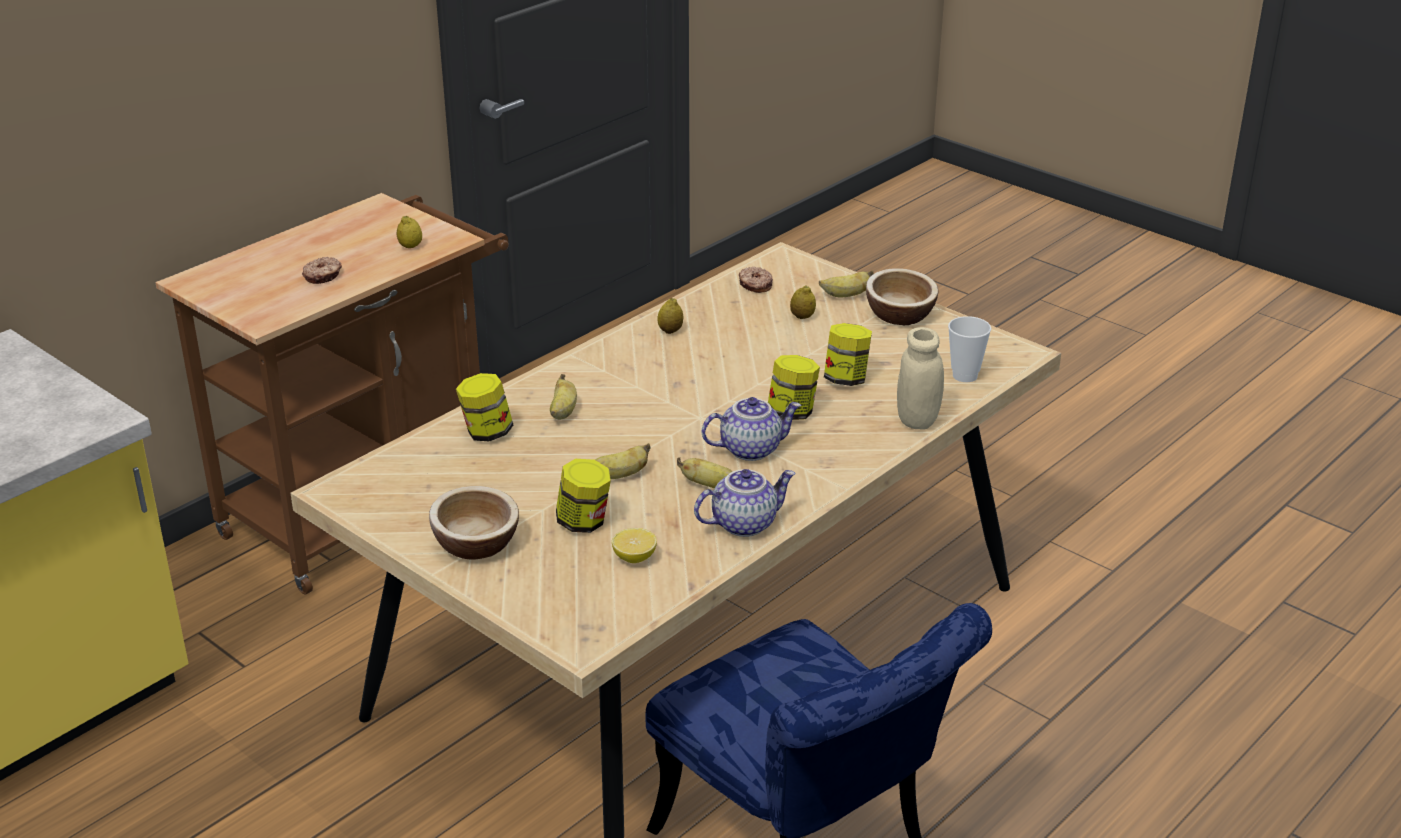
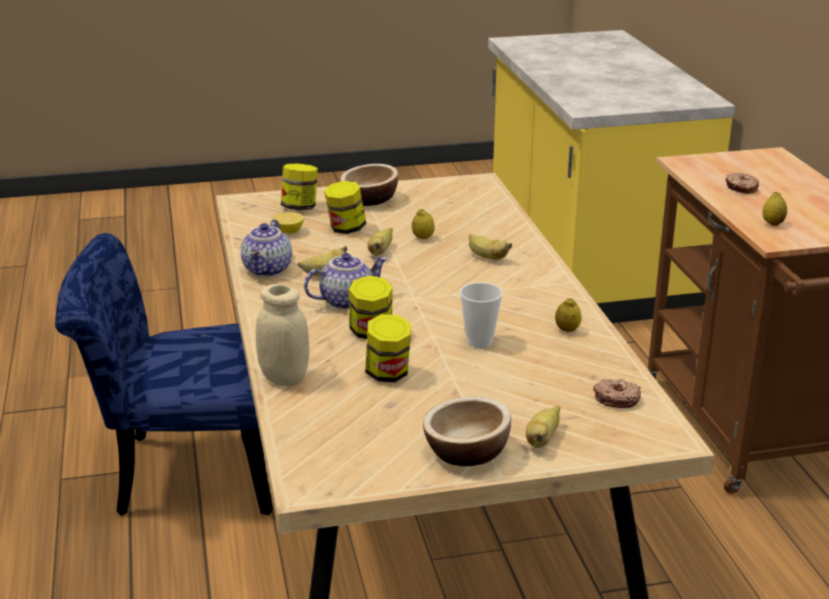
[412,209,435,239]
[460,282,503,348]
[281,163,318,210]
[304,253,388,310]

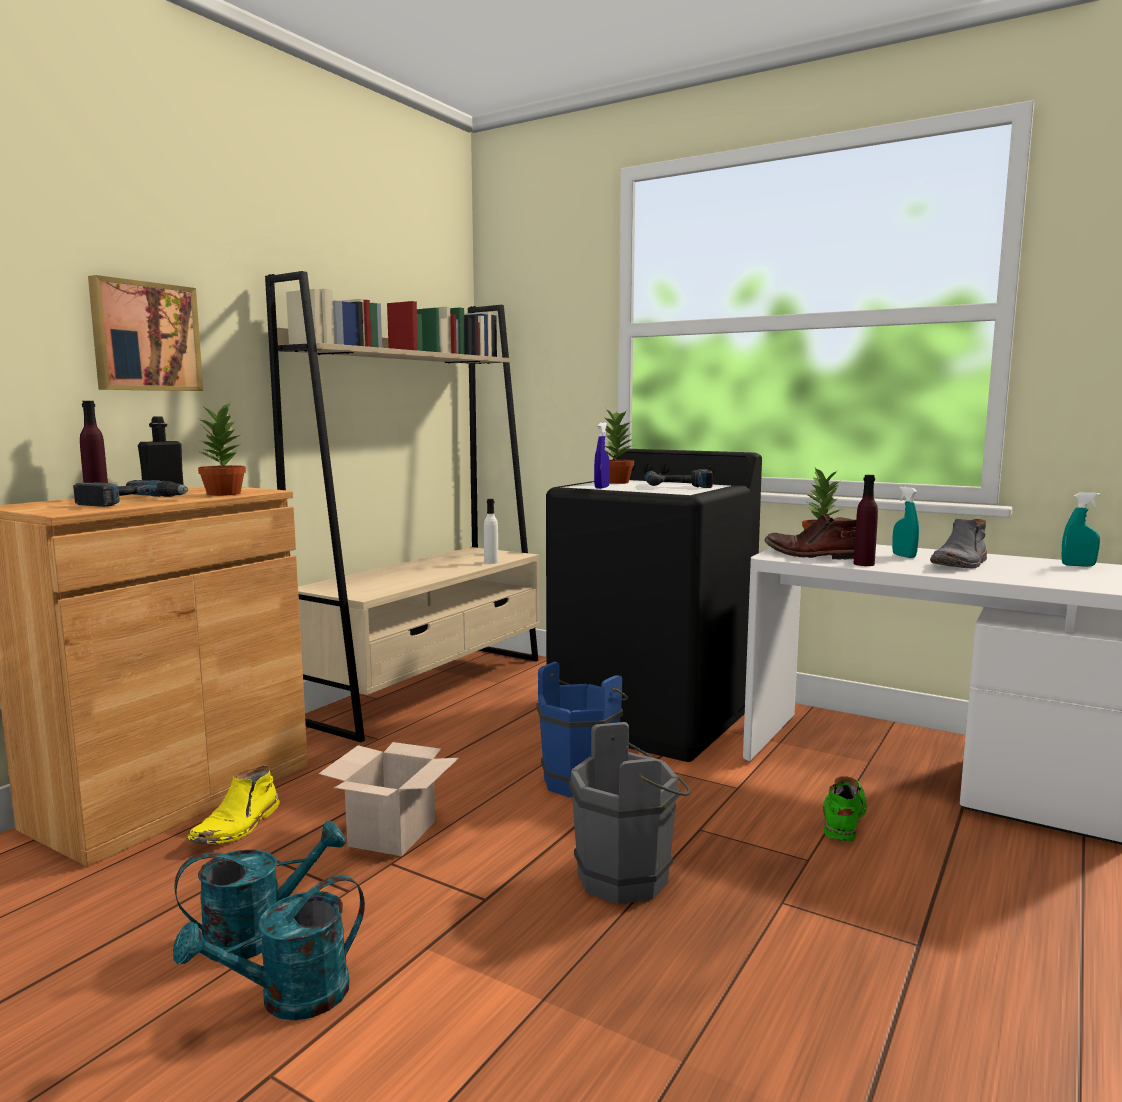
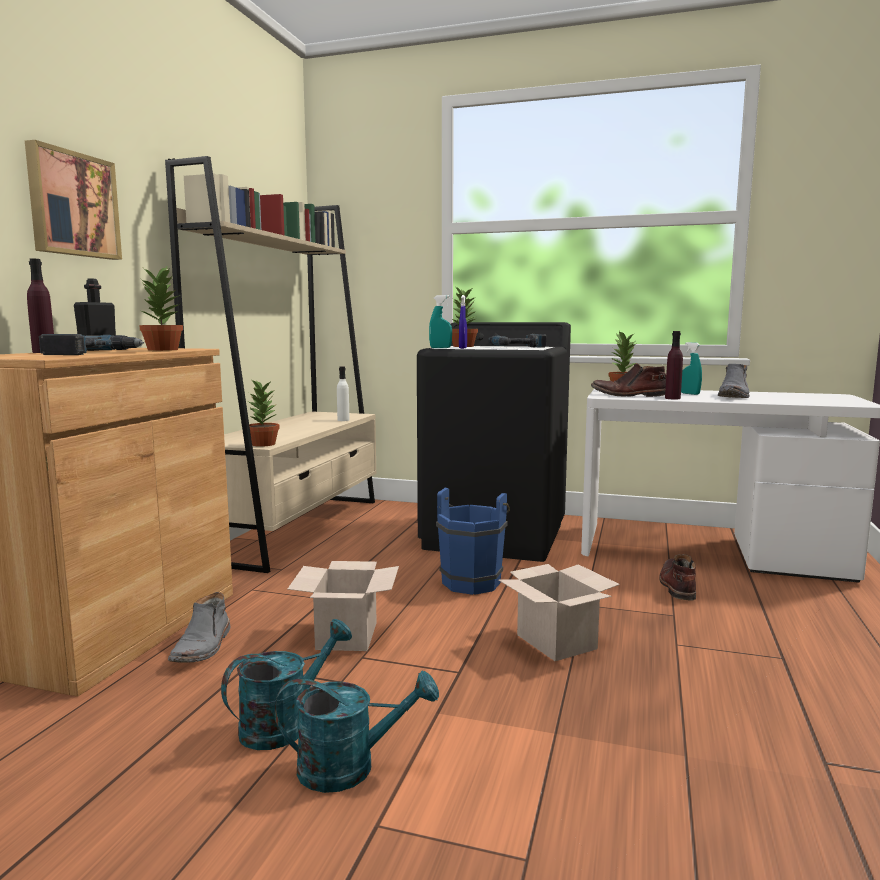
[429,295,452,348]
[499,564,620,661]
[168,592,231,663]
[659,554,696,600]
[274,671,439,793]
[249,378,280,447]

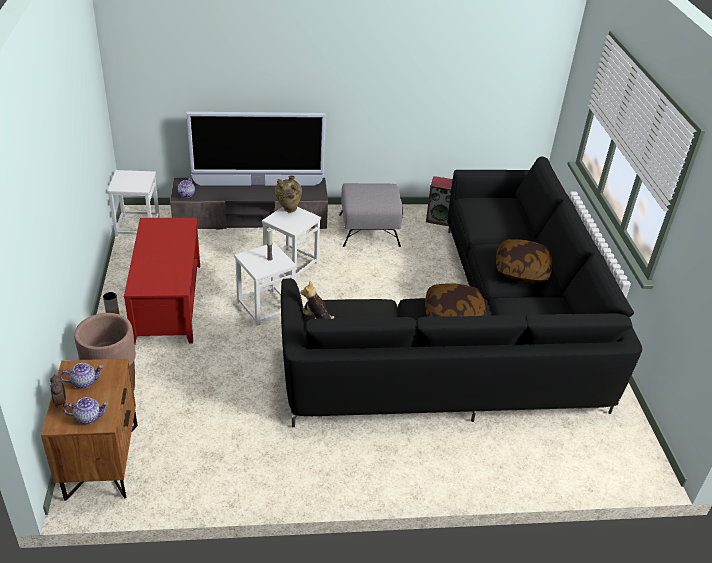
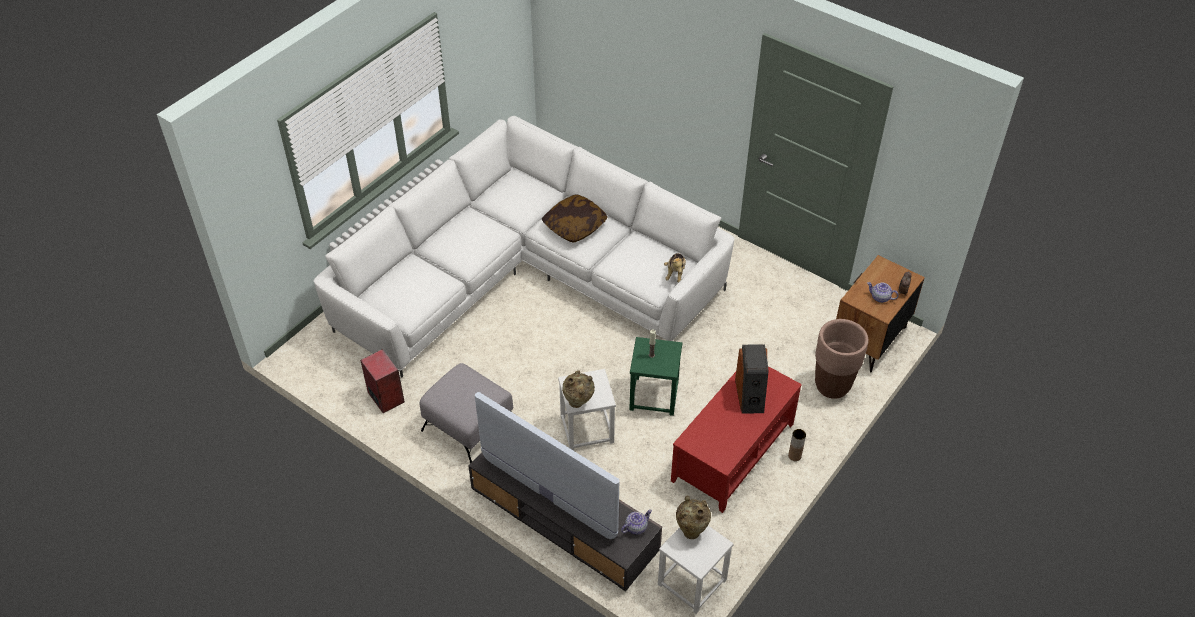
[314,116,734,378]
[496,239,552,283] (first image)
[629,337,682,416]
[63,397,108,424] (first image)
[735,344,768,414]
[676,496,711,539]

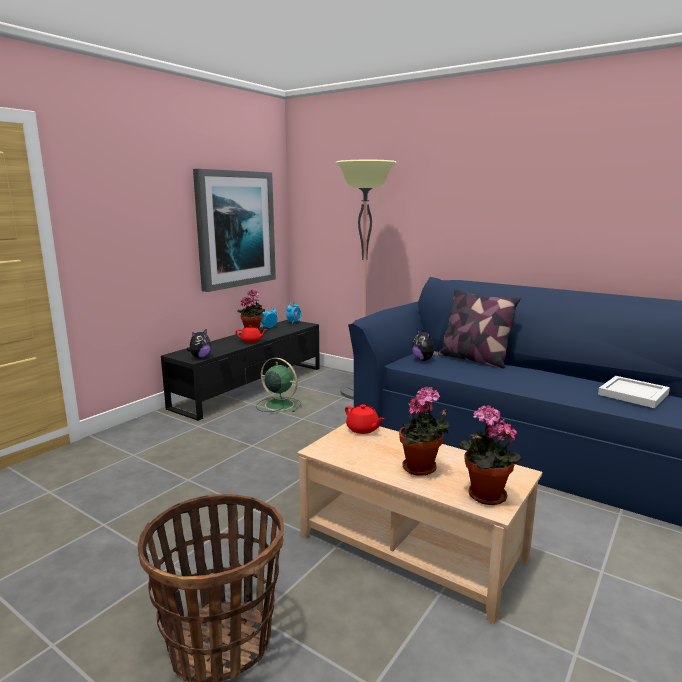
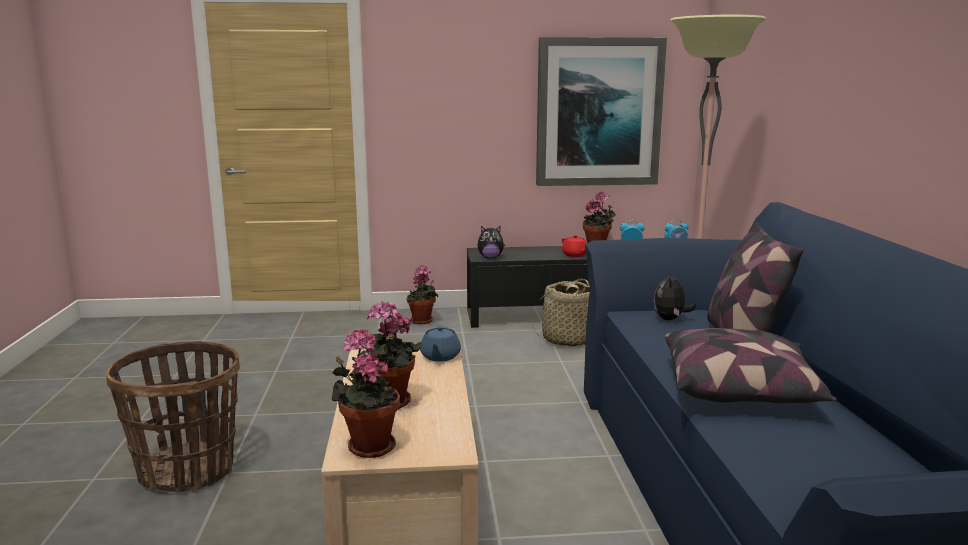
[532,279,590,347]
[598,376,670,408] (first image)
[420,326,461,362]
[407,265,438,324]
[665,328,837,403]

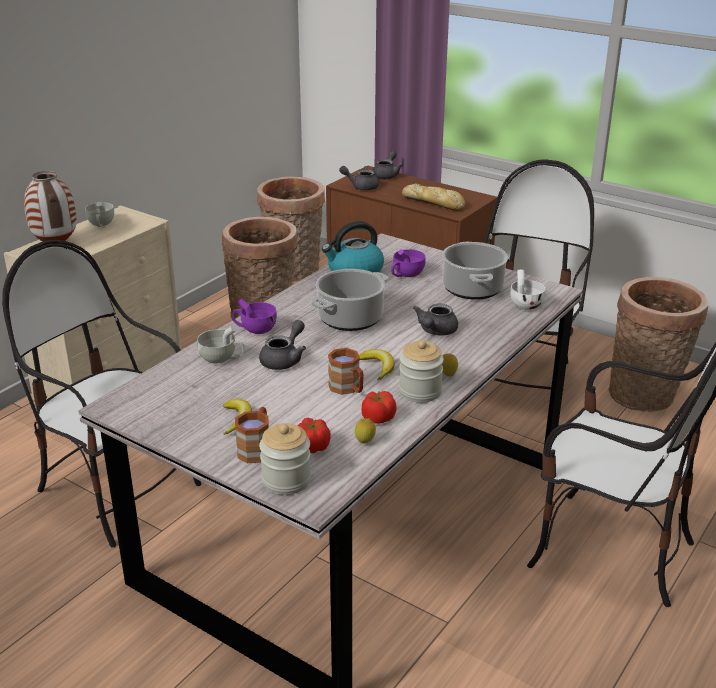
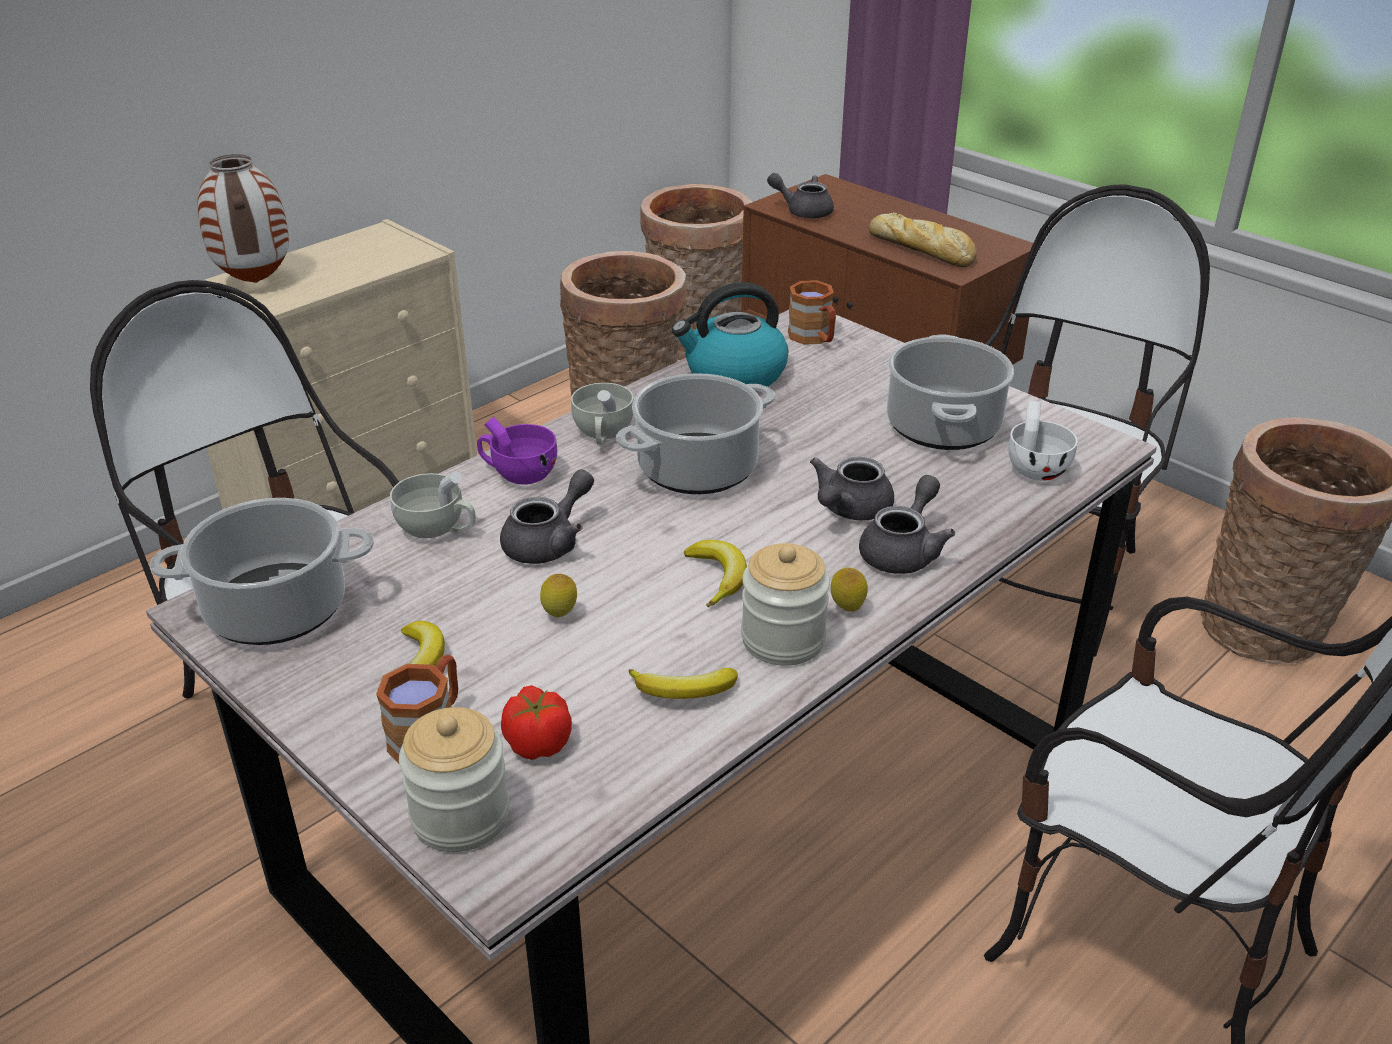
[859,475,955,574]
[571,383,634,444]
[391,249,425,277] (first image)
[788,280,836,345]
[629,668,738,699]
[540,574,577,617]
[150,498,374,645]

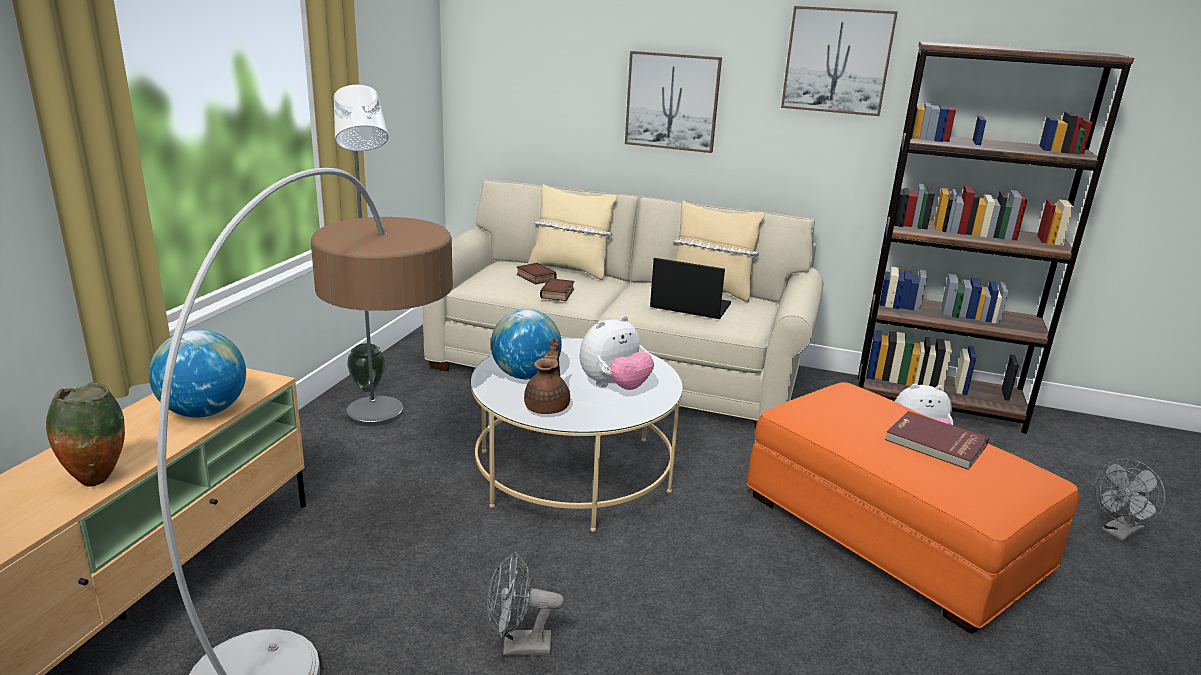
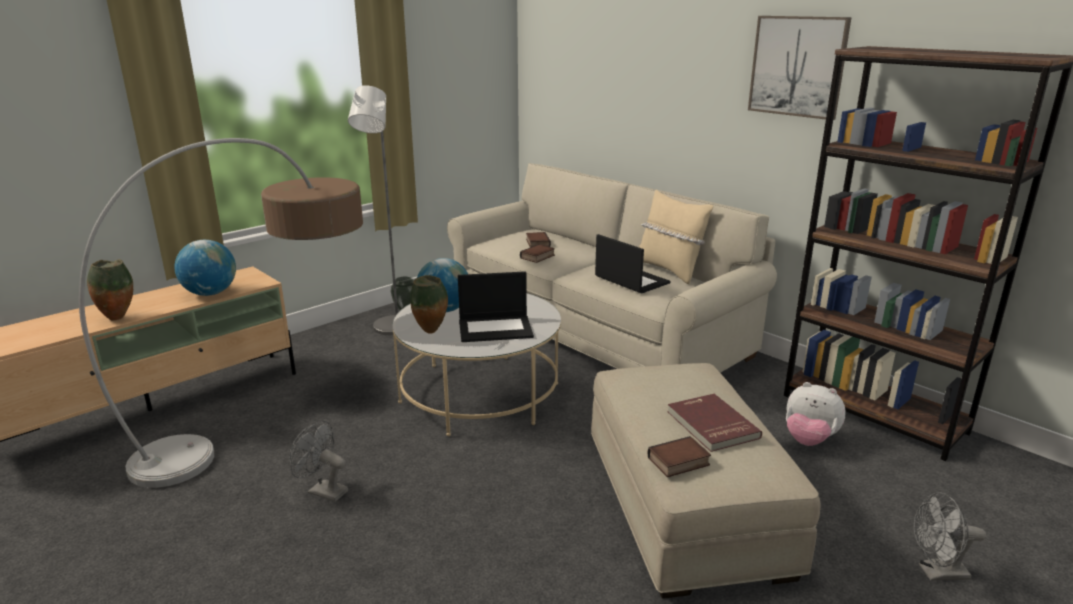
[625,51,722,153] (first image)
[528,184,617,280] (first image)
[458,271,534,342]
[410,275,448,334]
[591,363,821,599]
[647,436,711,477]

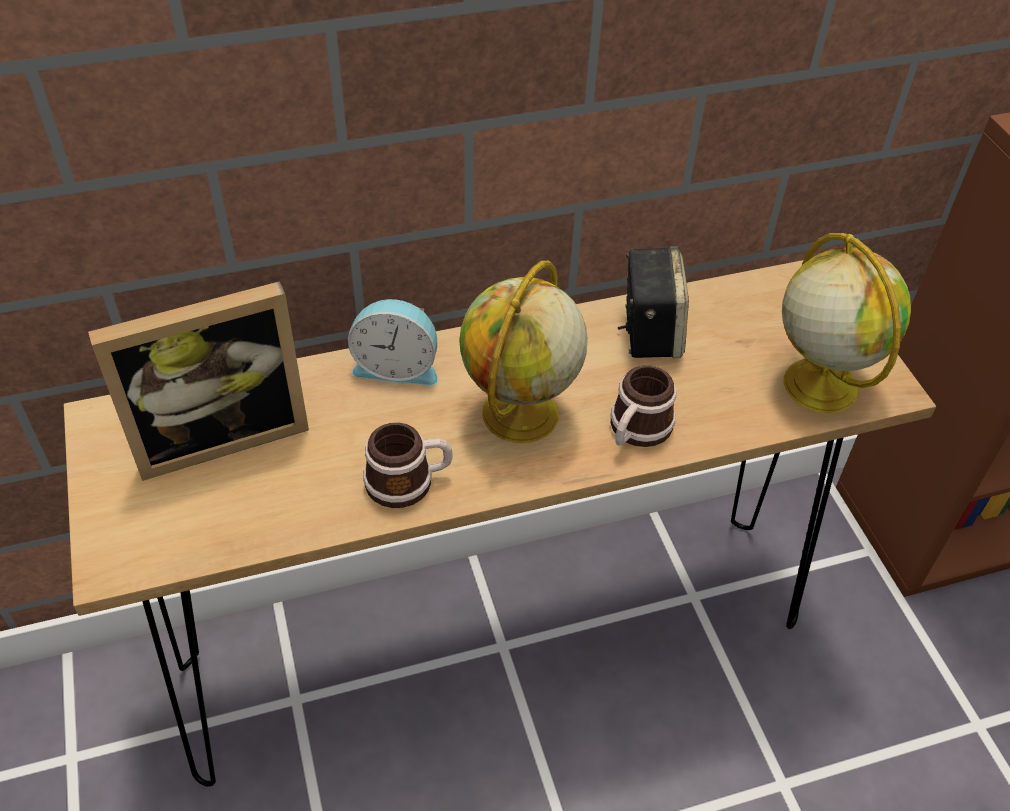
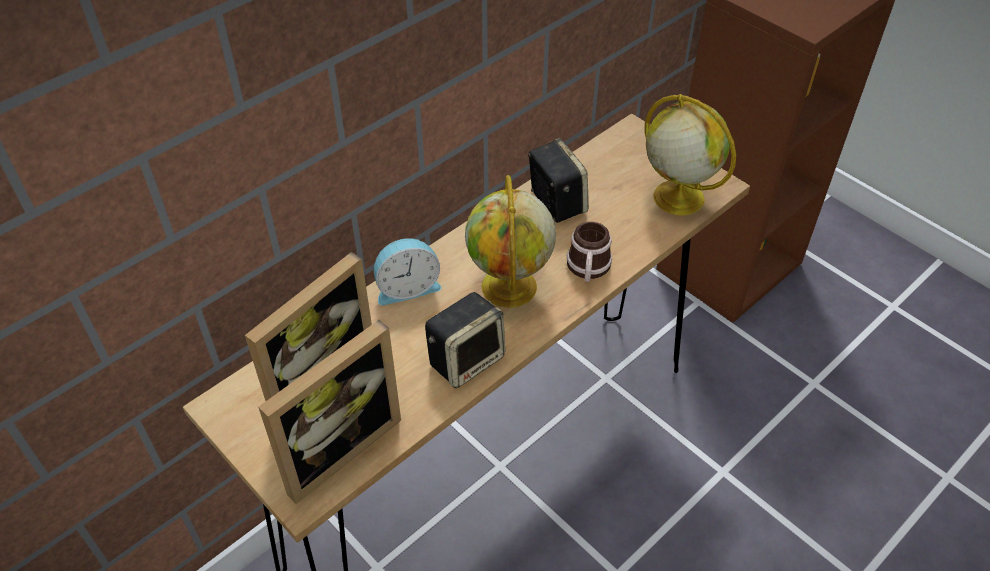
[425,292,505,388]
[258,320,401,504]

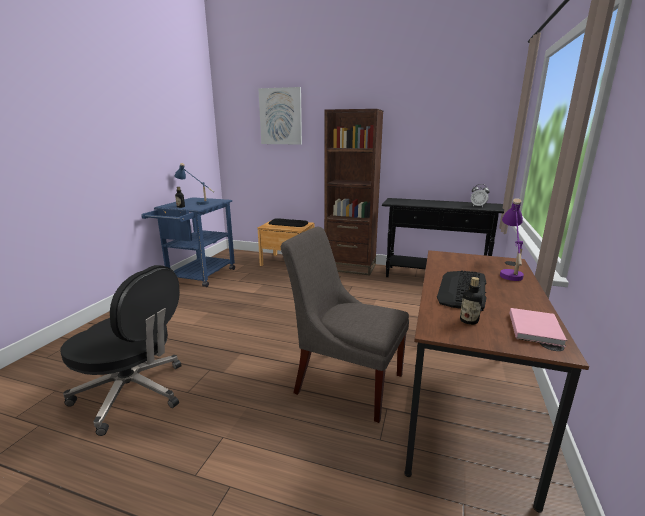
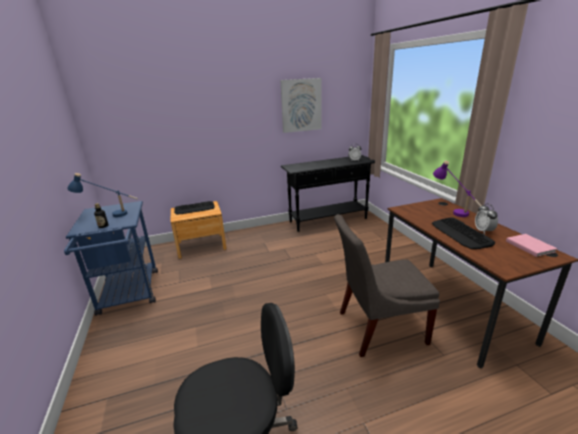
[280,78,321,133]
[324,109,383,276] (first image)
[460,277,483,325] (first image)
[475,203,498,234]

